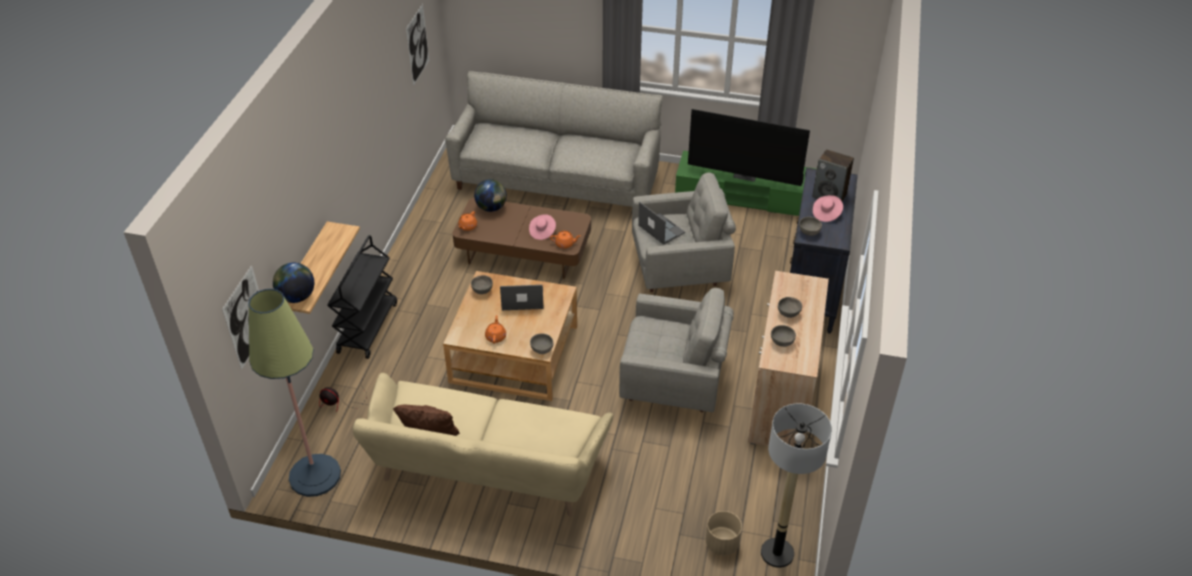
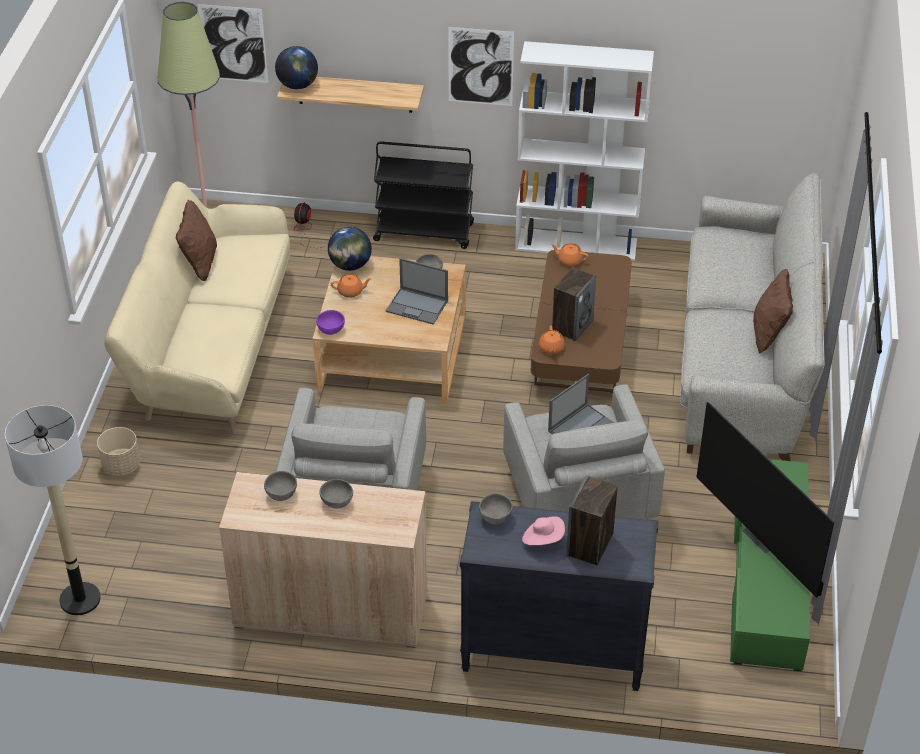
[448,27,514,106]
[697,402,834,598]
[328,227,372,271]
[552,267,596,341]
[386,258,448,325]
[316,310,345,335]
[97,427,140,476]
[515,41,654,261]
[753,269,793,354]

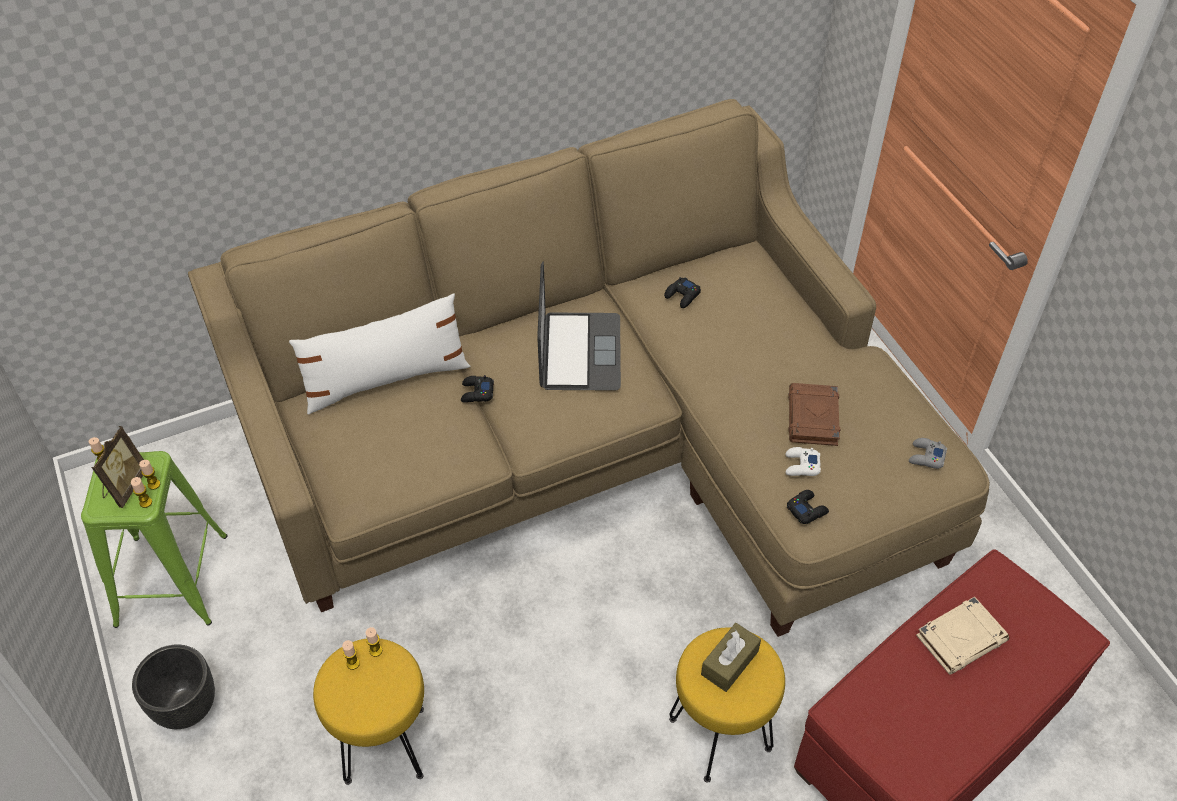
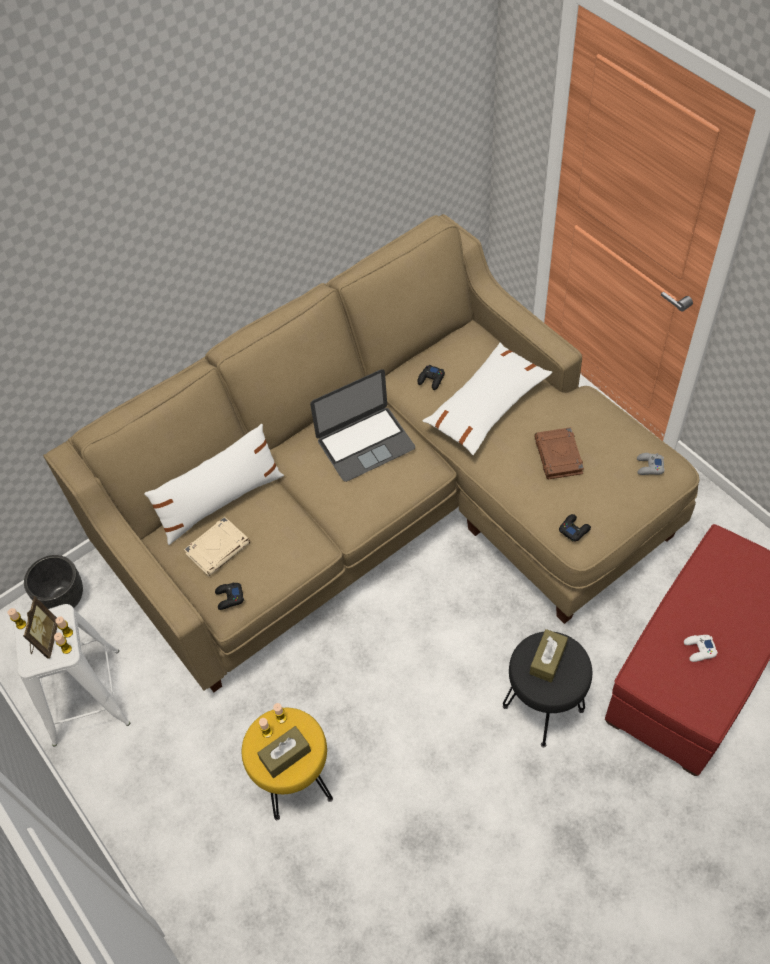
[310,369,415,482]
[215,583,244,610]
[684,635,718,662]
[13,604,130,747]
[184,517,250,576]
[503,632,592,747]
[24,555,83,609]
[423,343,552,455]
[257,726,311,778]

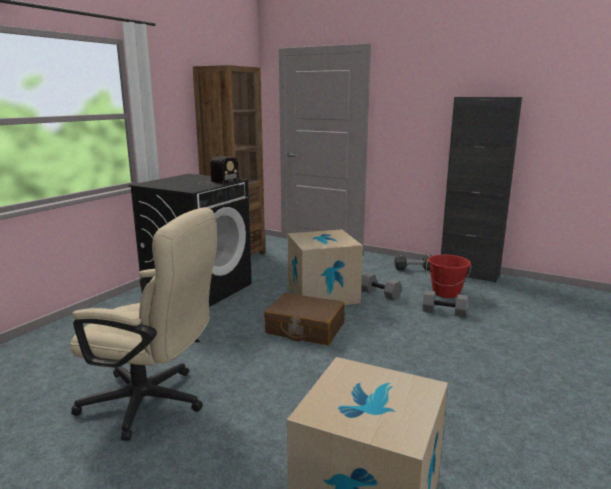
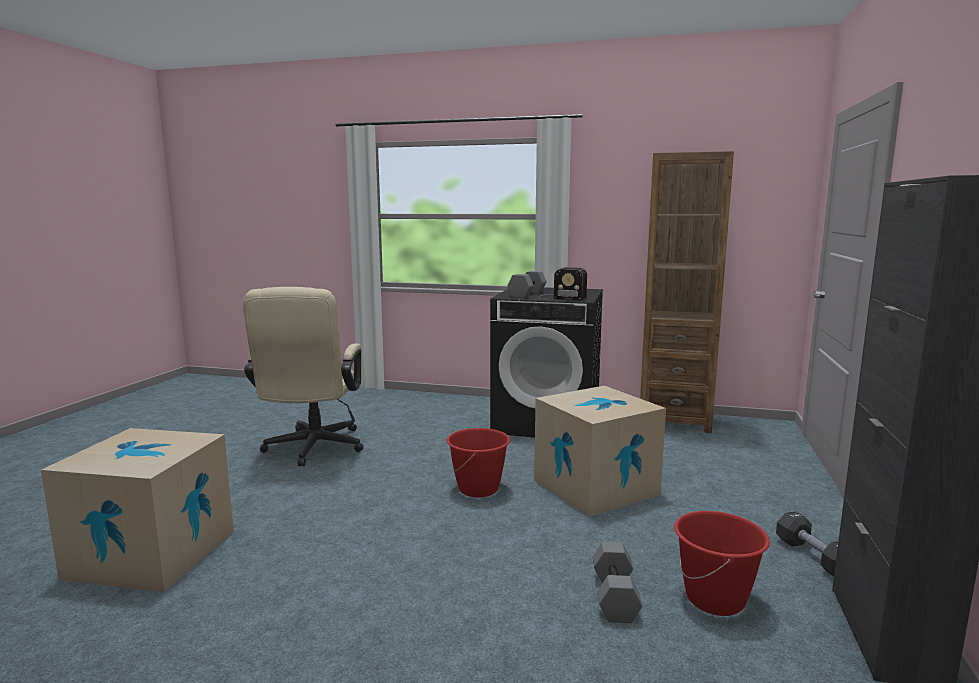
[507,271,547,298]
[446,428,510,497]

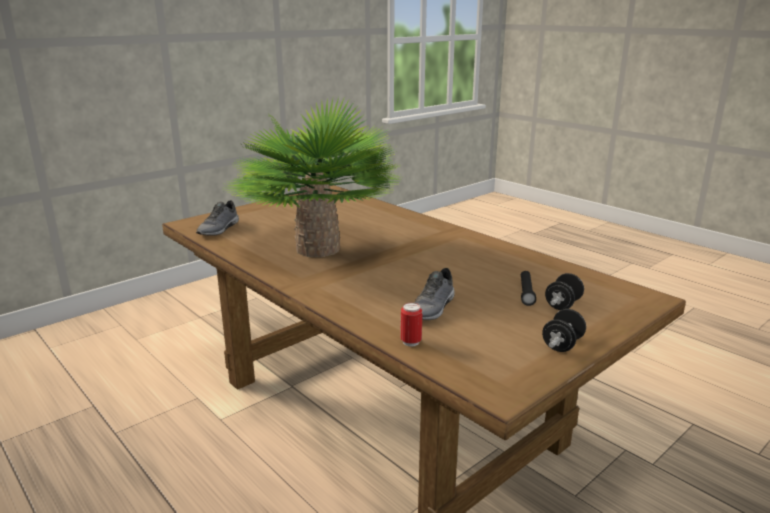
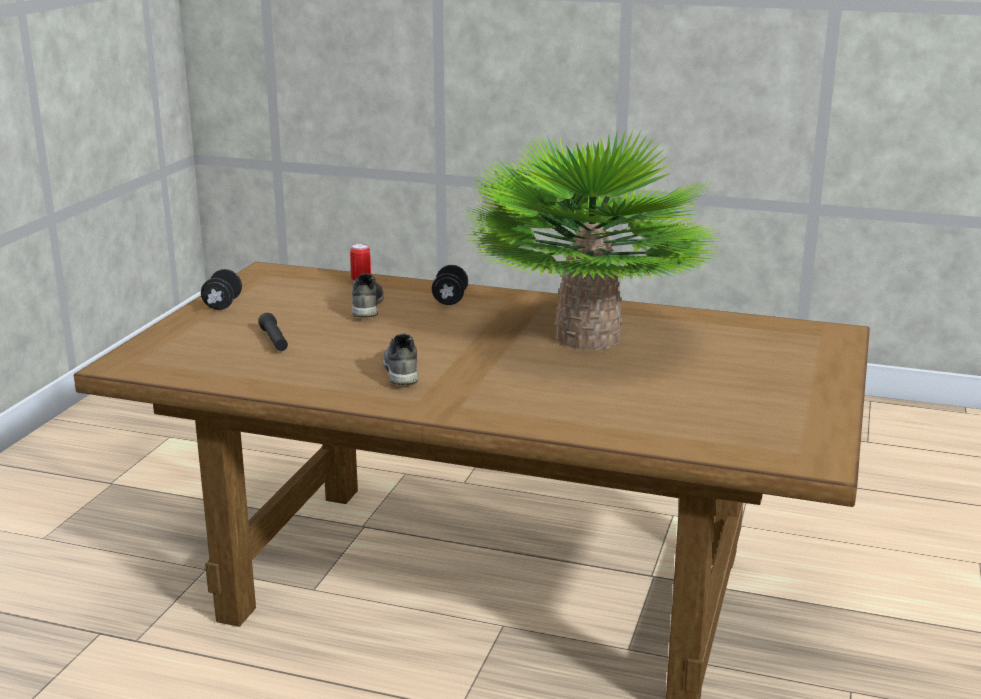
[383,334,419,385]
[432,265,468,305]

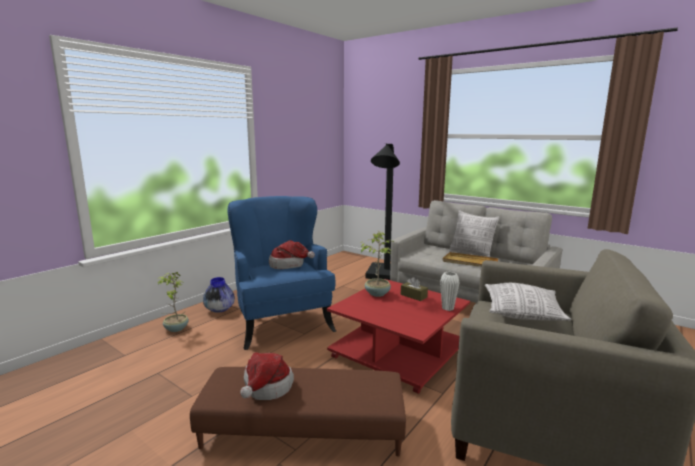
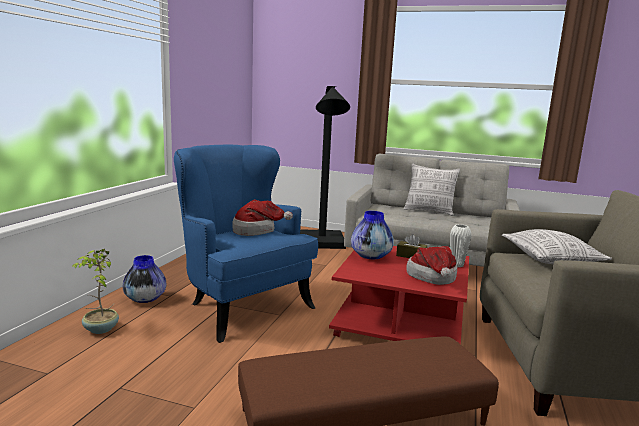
[351,211,394,259]
[443,252,499,267] (first image)
[406,246,457,285]

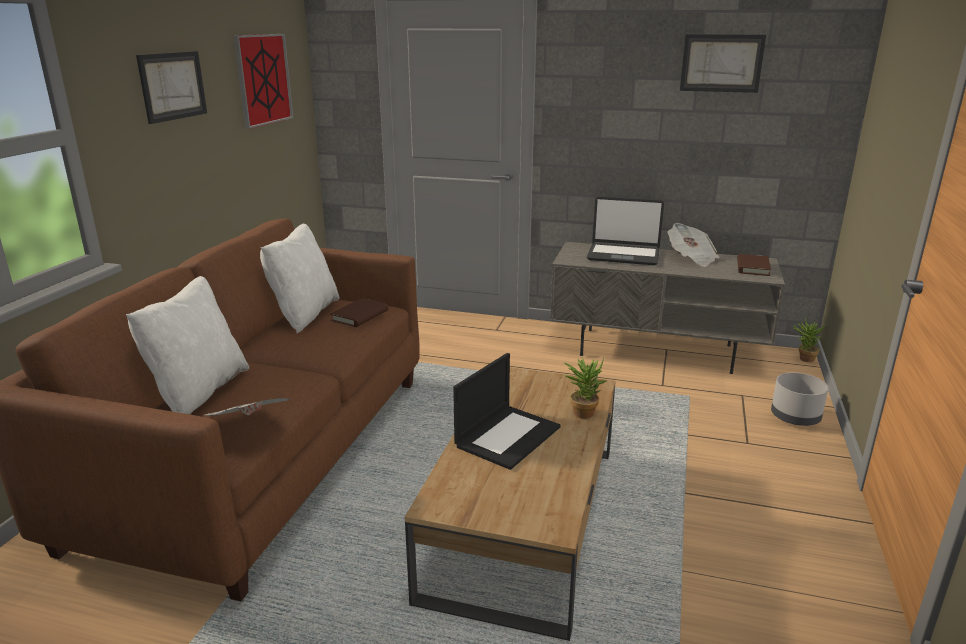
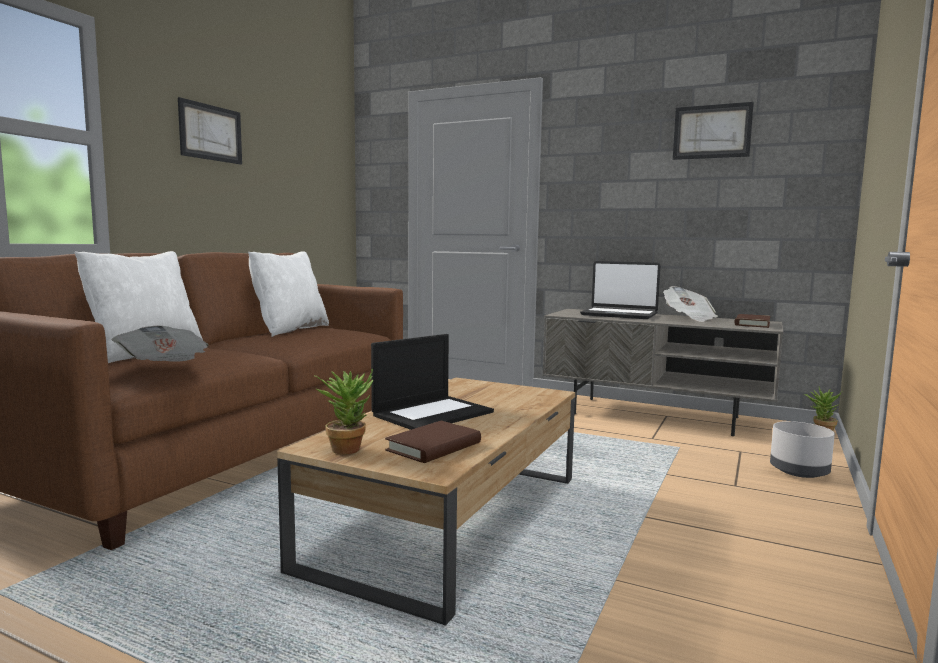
[233,34,294,129] (first image)
[385,421,481,463]
[315,369,373,455]

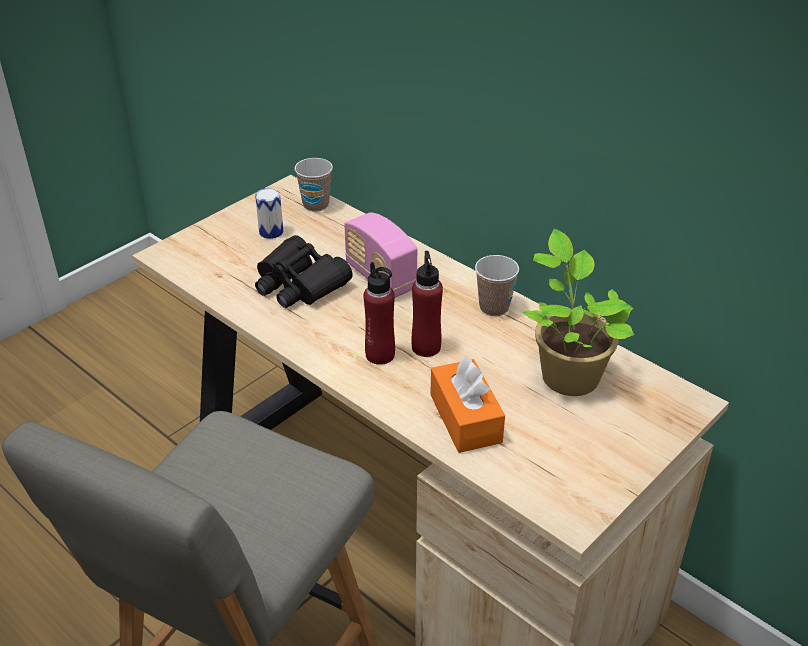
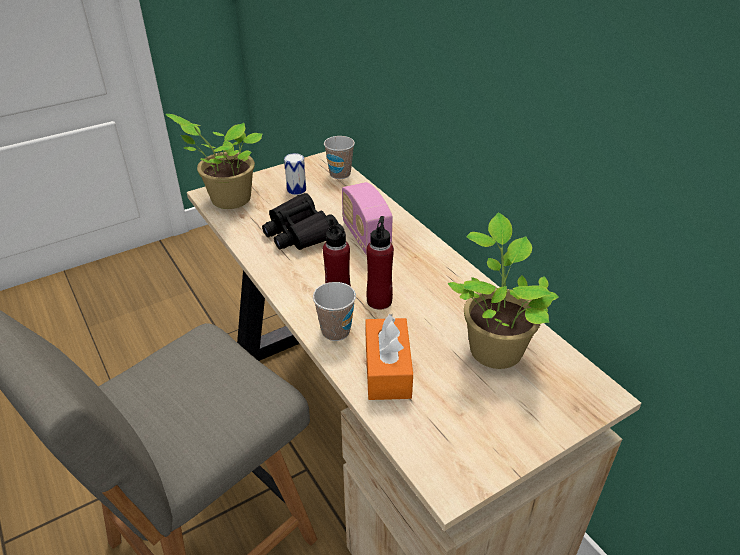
[313,282,356,341]
[166,114,262,209]

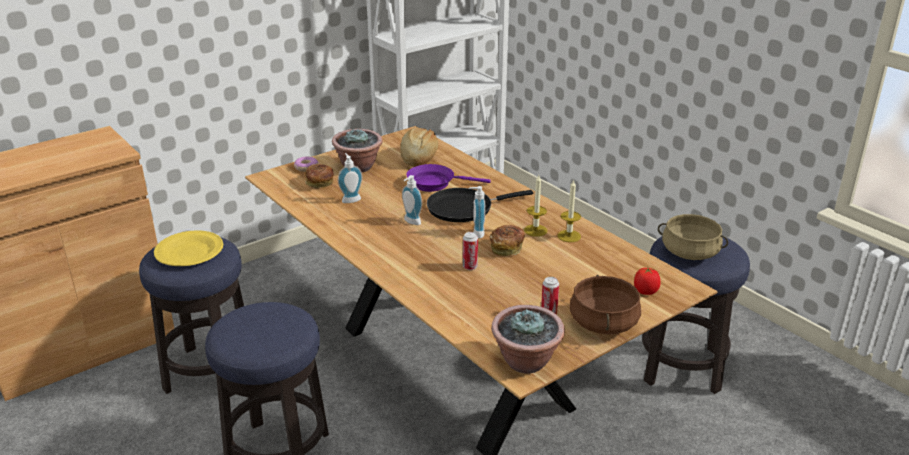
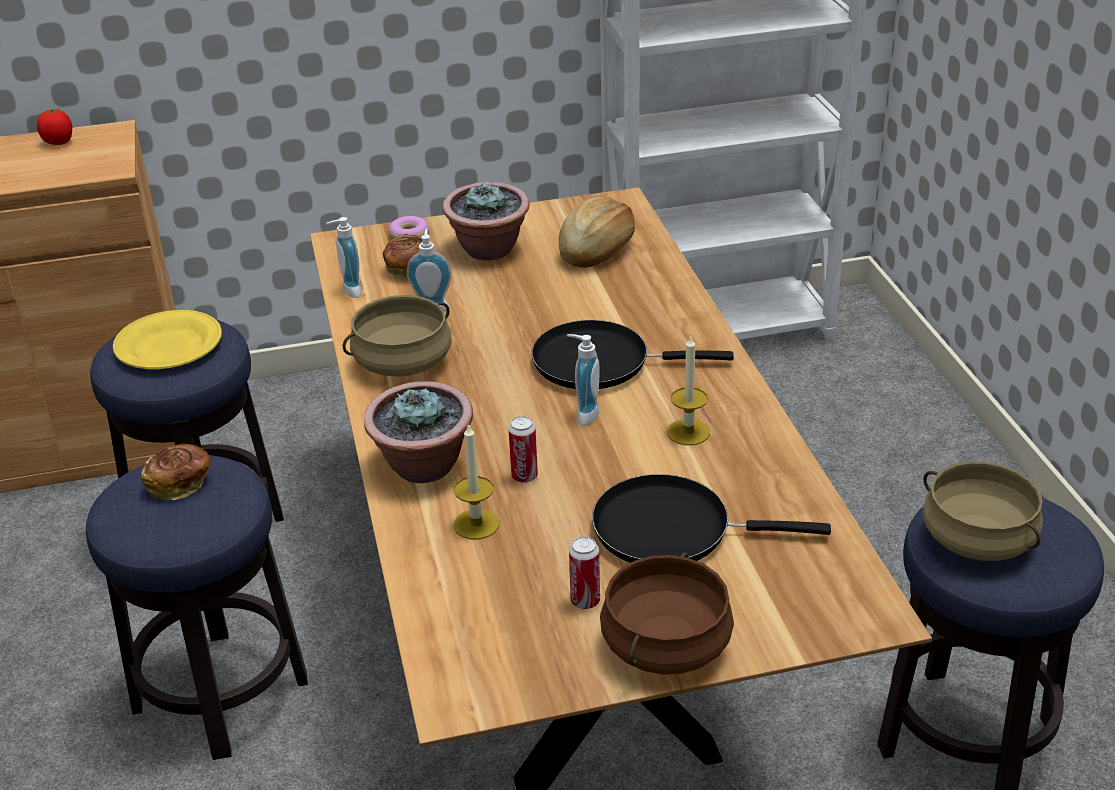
[406,164,491,192] (first image)
[326,217,362,298]
[454,423,500,540]
[140,444,211,500]
[37,108,72,145]
[364,382,473,483]
[343,295,452,377]
[592,474,831,563]

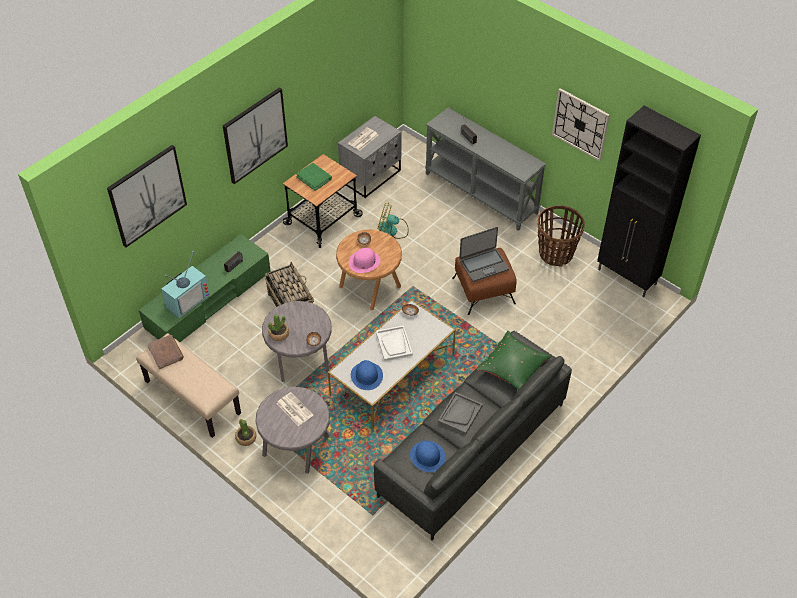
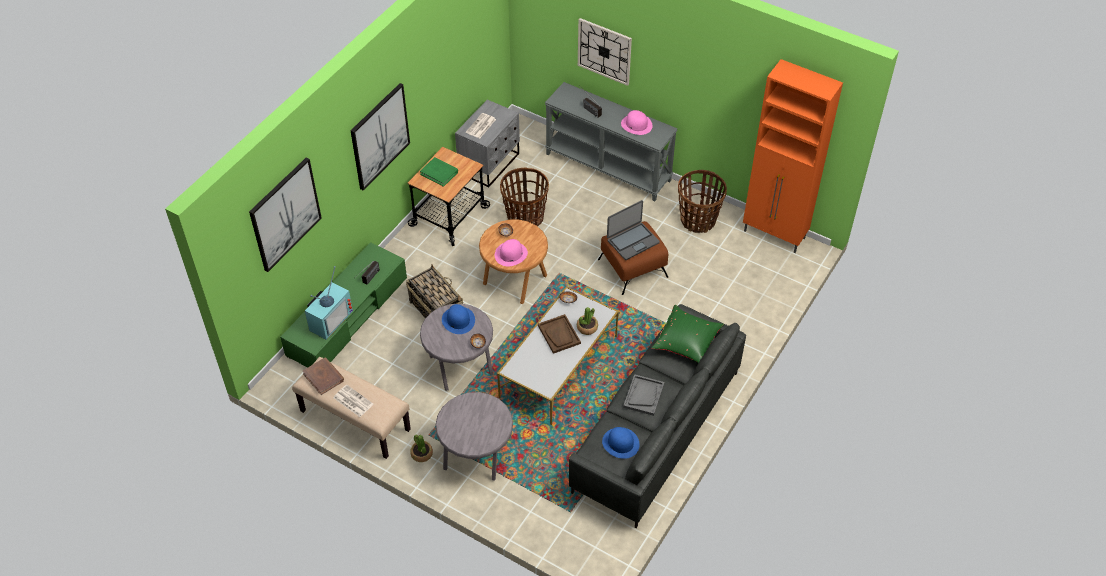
[578,18,632,86]
[743,59,843,253]
[500,168,549,226]
[577,307,598,335]
[538,314,581,354]
[442,304,475,334]
[334,385,373,417]
[621,110,653,135]

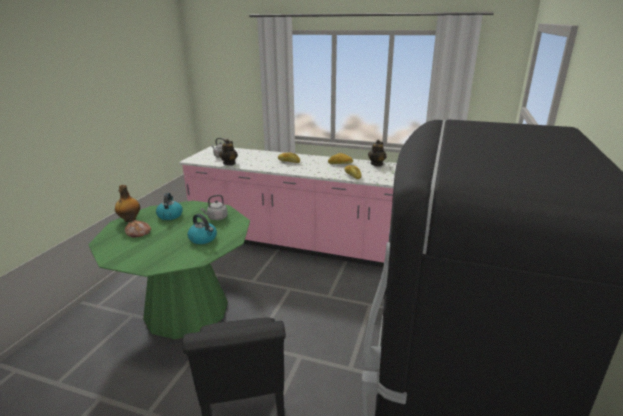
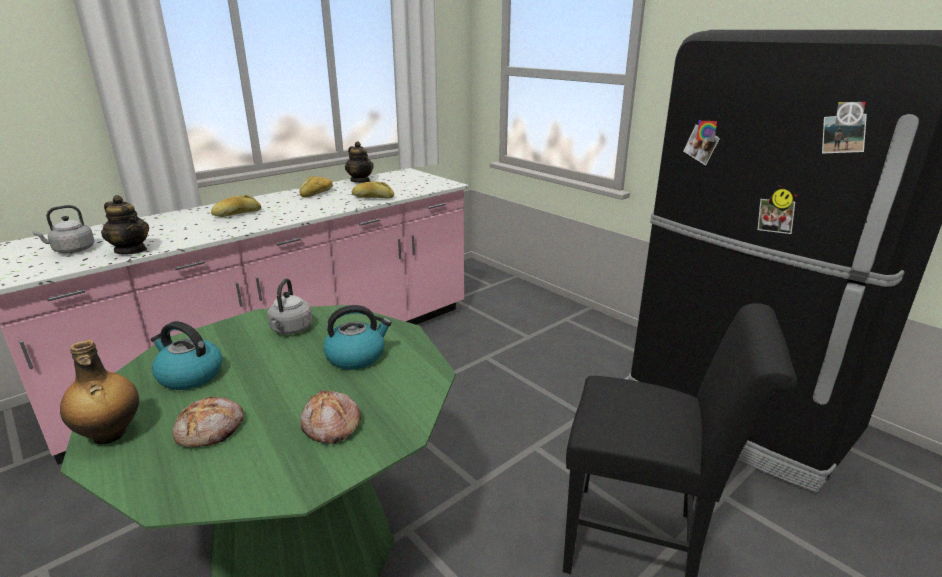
[300,390,361,444]

